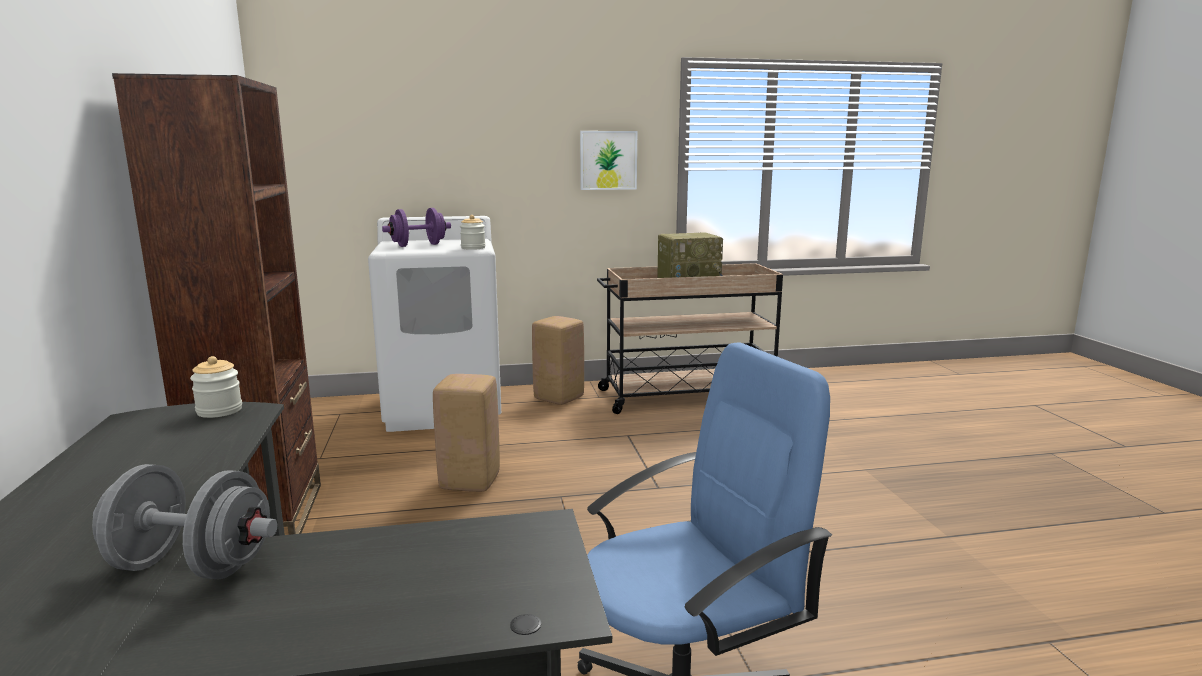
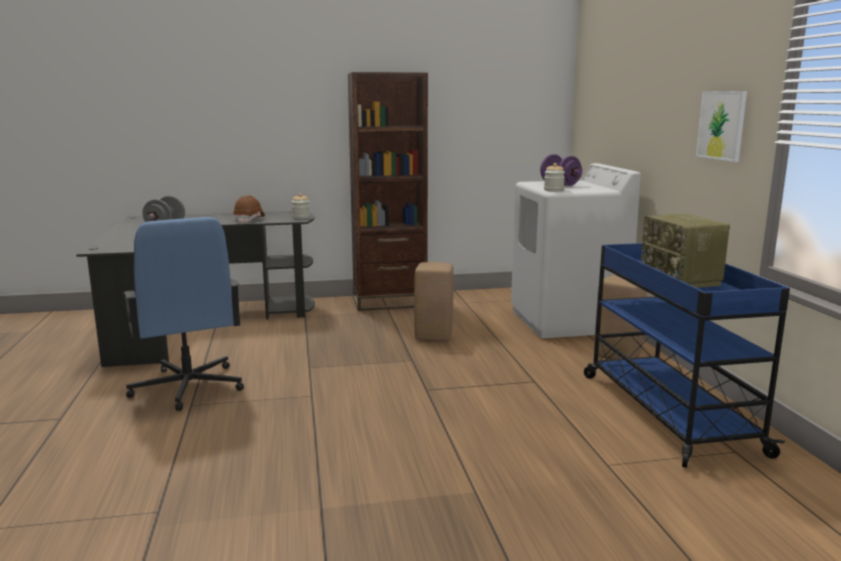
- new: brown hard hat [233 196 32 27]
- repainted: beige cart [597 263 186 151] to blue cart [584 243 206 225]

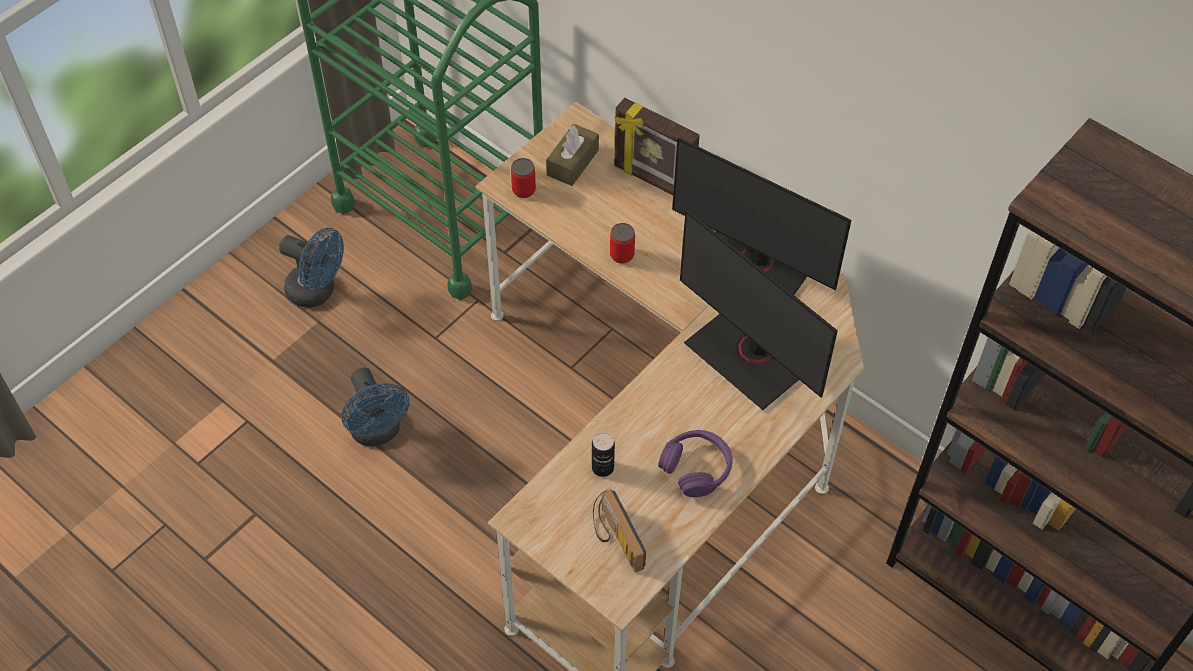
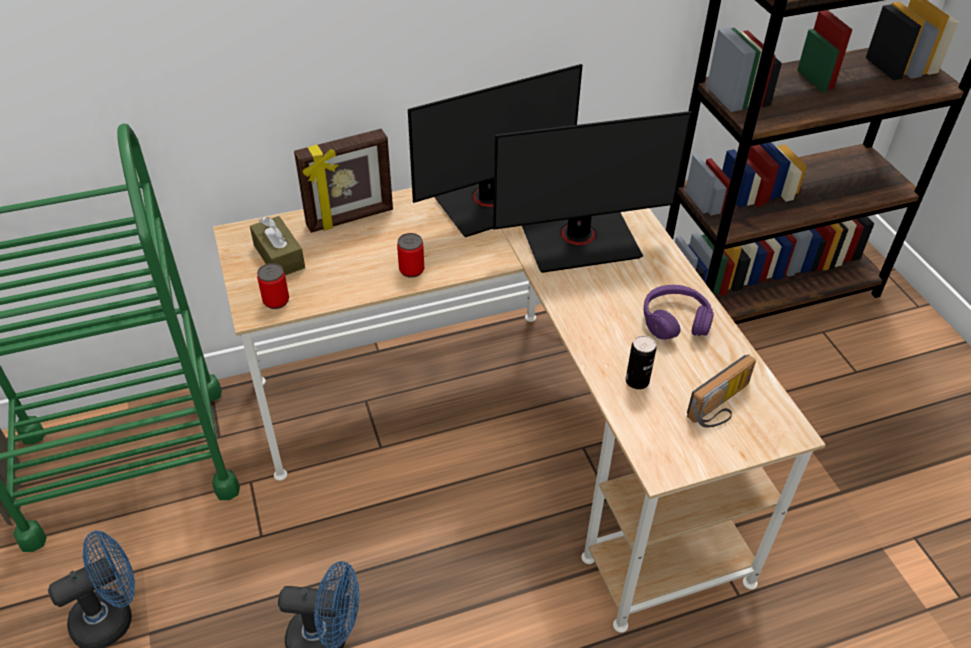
- rotated: radio [593 489 53 83] = [687 354 69 74] 45 degrees counterclockwise

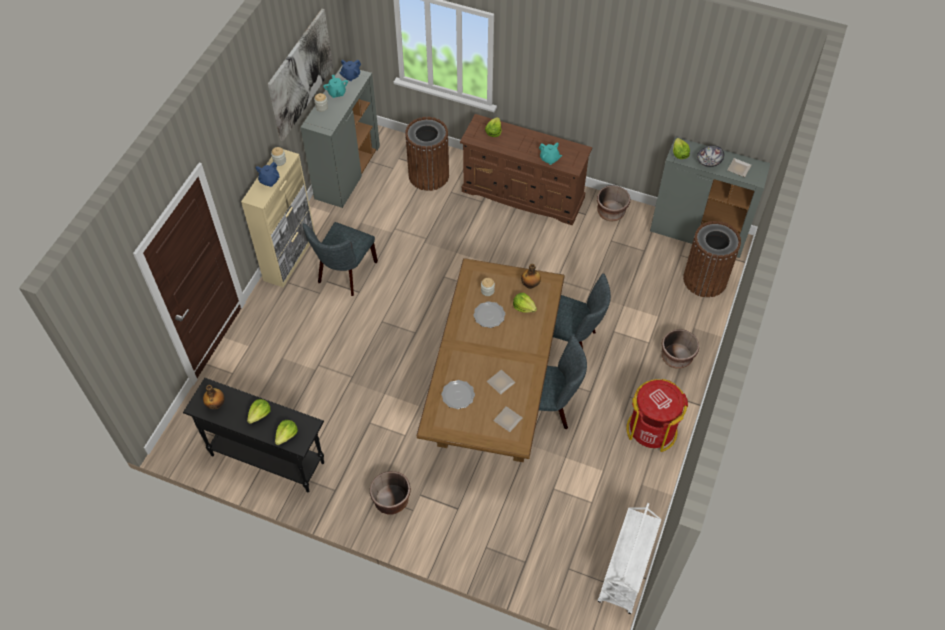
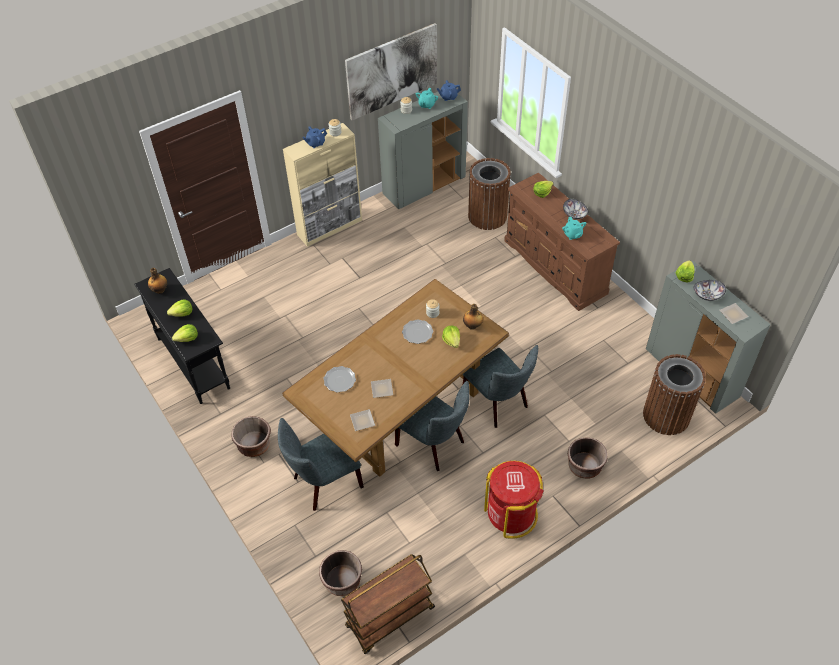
- new: bowl [563 199 25 20]
- shifted: grey chair [303 222 75 74] to [278 418 86 93]
- shifted: brown planter [597 185 33 36] to [319 550 43 46]
- repainted: white cart [598 503 63 111] to brown cart [341 554 94 100]

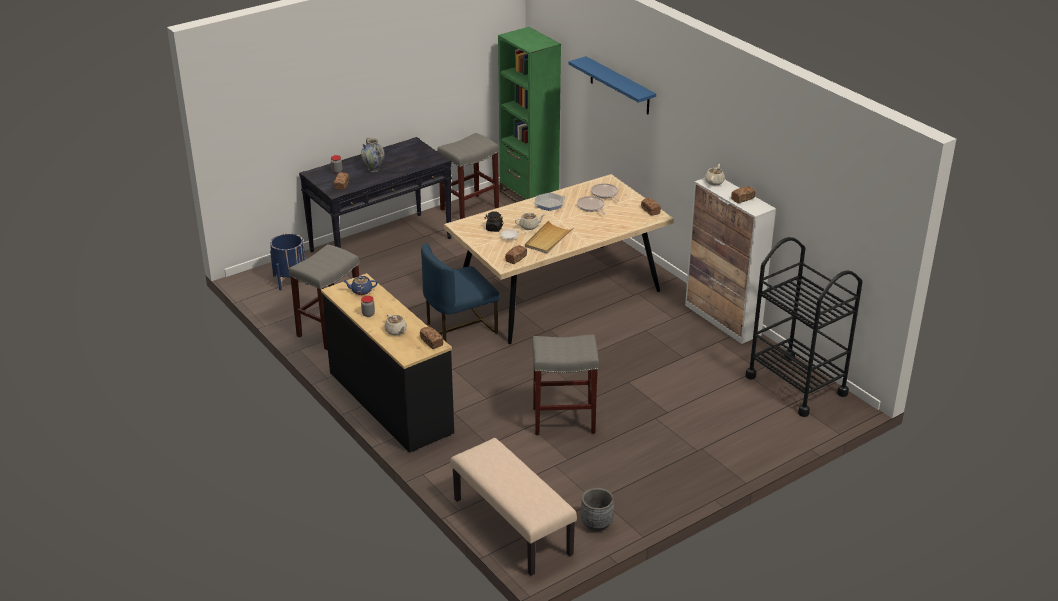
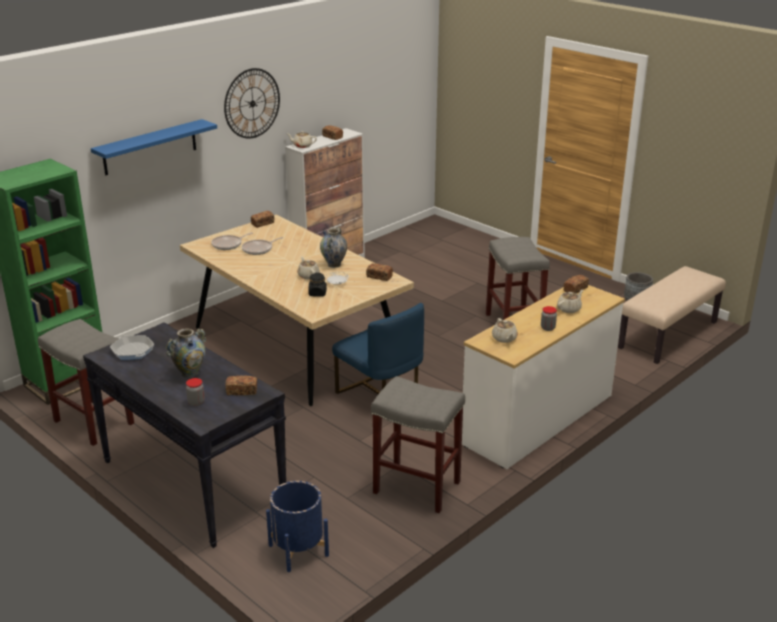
- gone: black cart [745 237 118 180]
- new: wall clock [224 68 56 71]
- shifted: frying pan [533 193 33 18] to [110 335 44 25]
- swapped: beige tray [525 221 48 33] to vase [320 227 27 41]
- repainted: black dresser [321 273 133 180] to white dresser [462 285 163 184]
- repainted: blue teapot [343 276 35 19] to beige teapot [492 318 26 25]

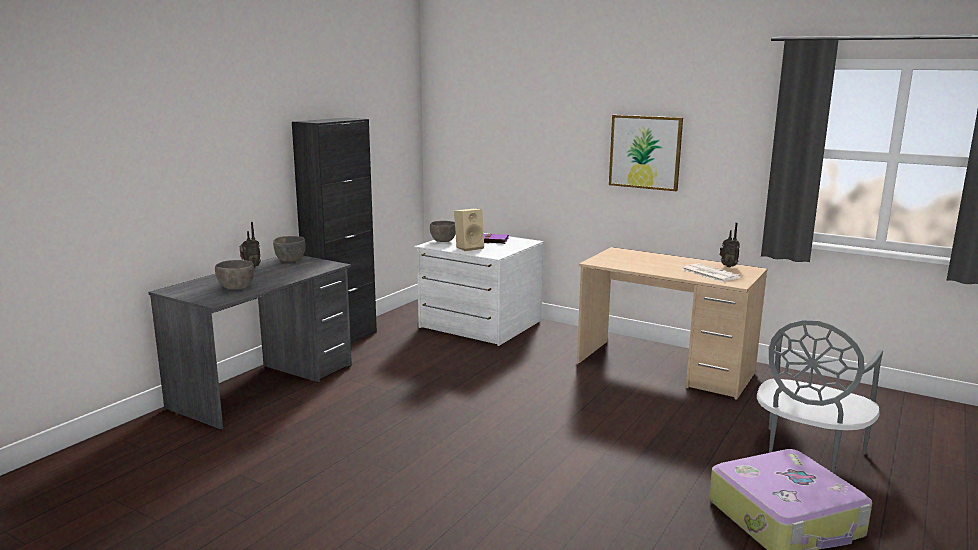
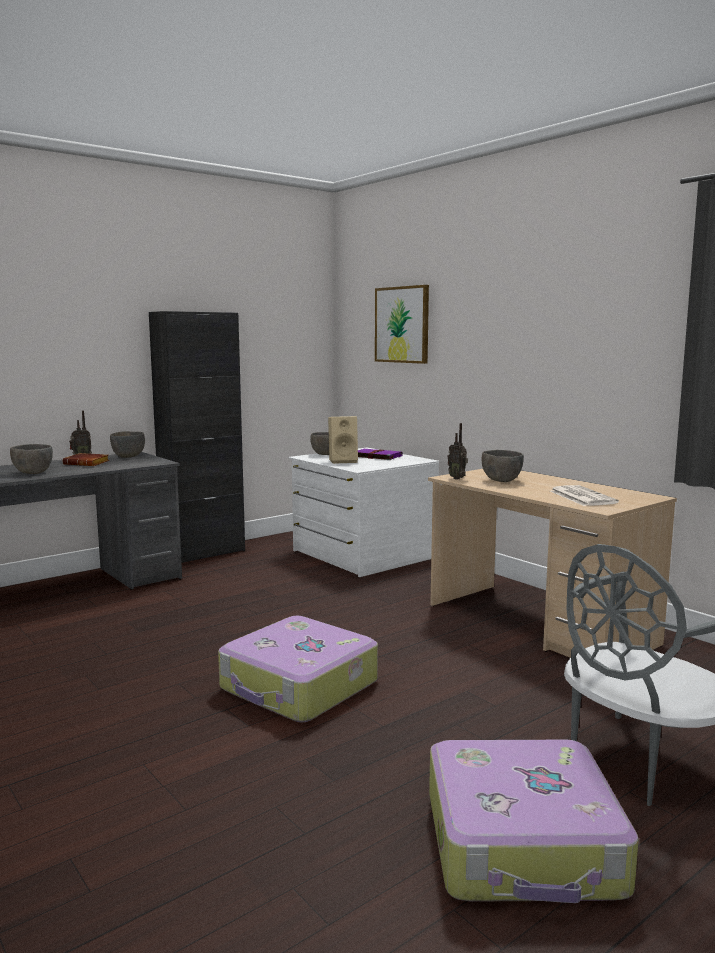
- new: brown book [62 453 47 13]
- new: suitcase [218 616 160 106]
- new: grey bowl [482 450 42 32]
- shifted: picture [609 115 74 76] to [375 285 54 79]
- shifted: radio [719 222 21 45] to [448 423 20 57]

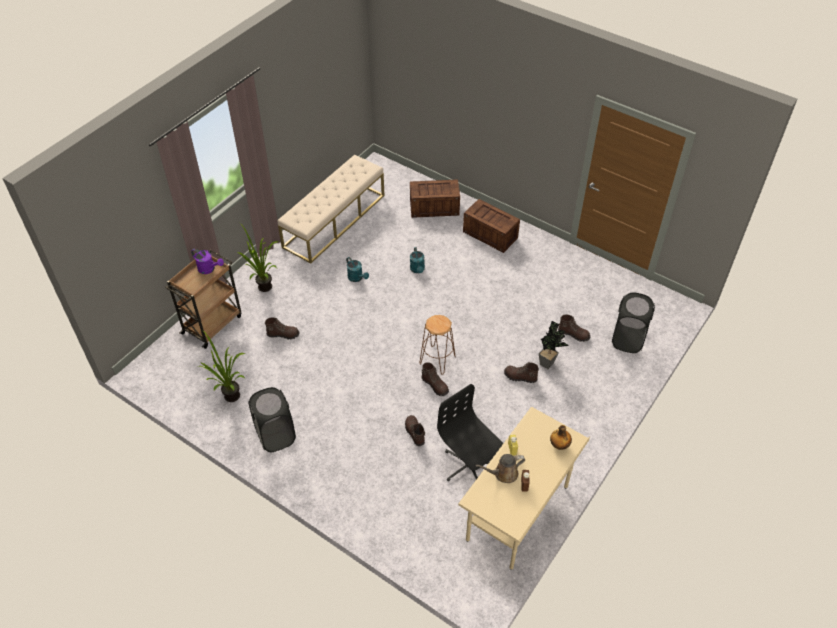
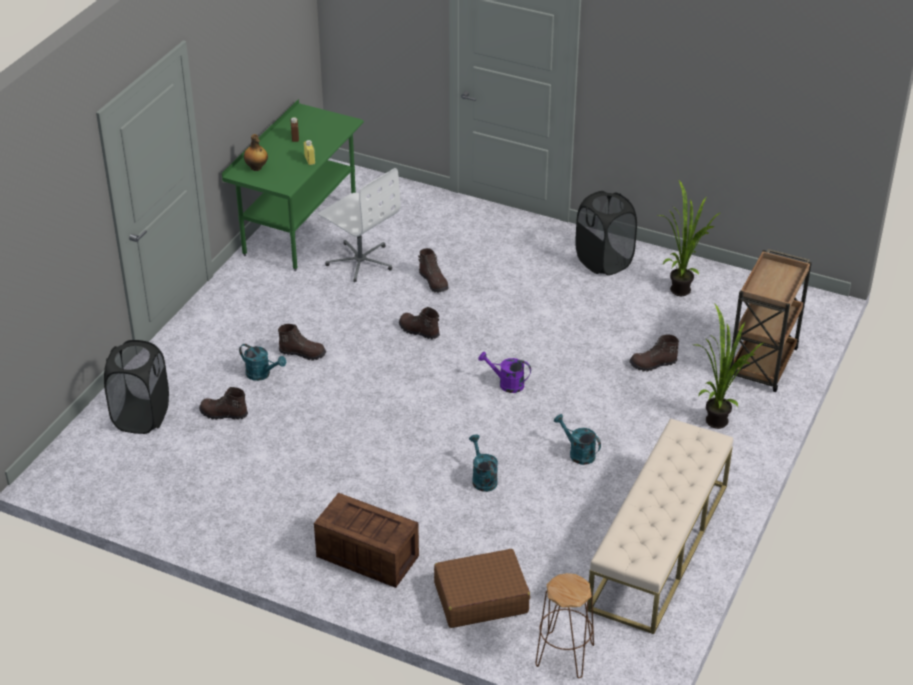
- gone: brown watering can [476 454 49 29]
- shifted: purple watering can [191 249 33 25] to [478 352 53 41]
- shifted: brown stool [419 315 37 60] to [535 573 59 105]
- swapped: crate [410 179 50 39] to brown suitcase [434 549 96 79]
- swapped: potted plant [539 321 29 48] to turquoise watering can [239 344 47 37]
- repainted: black office chair [437 384 67 97] to white office chair [318 168 83 114]
- repainted: beige desk [458 407 132 163] to green desk [222 99 142 172]

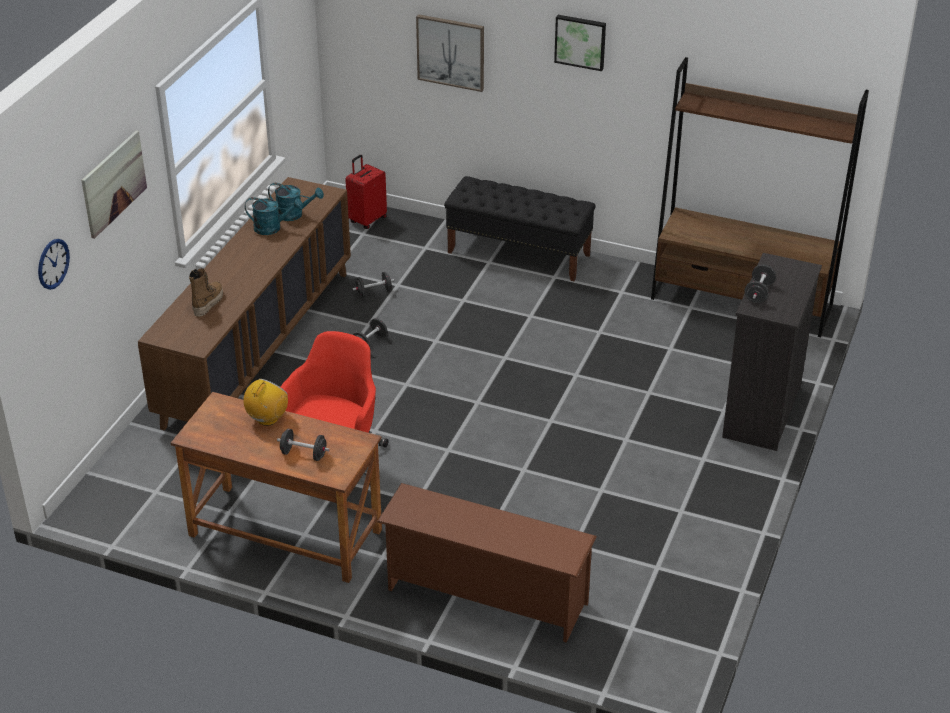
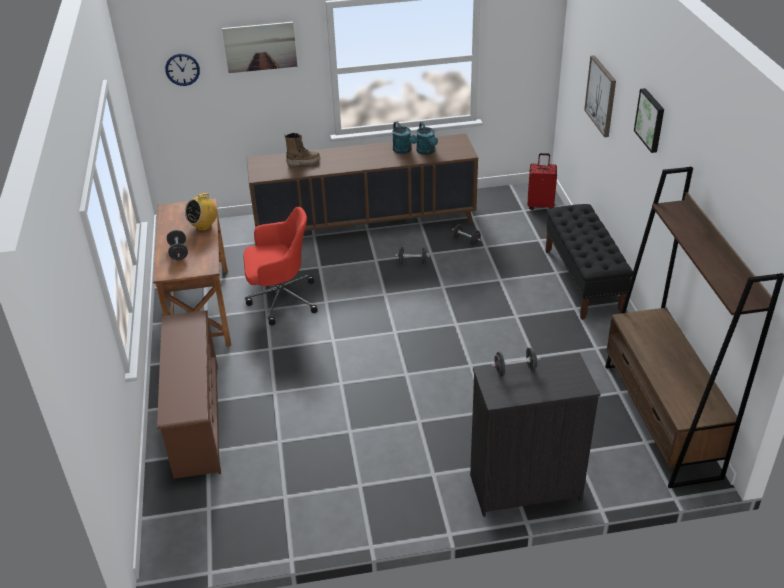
- rotated: radio [243 379 45 47] = [185 191 32 40] 135 degrees clockwise

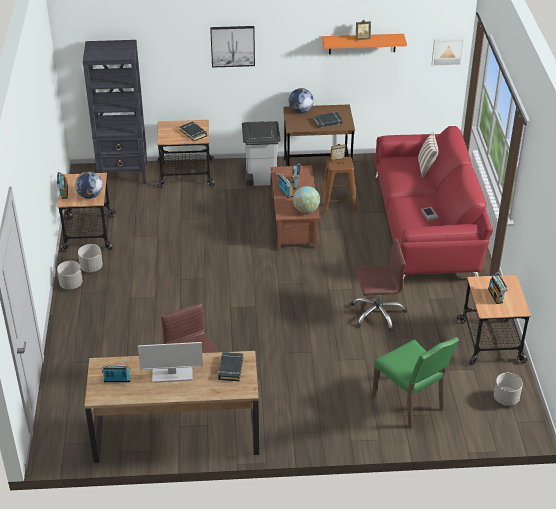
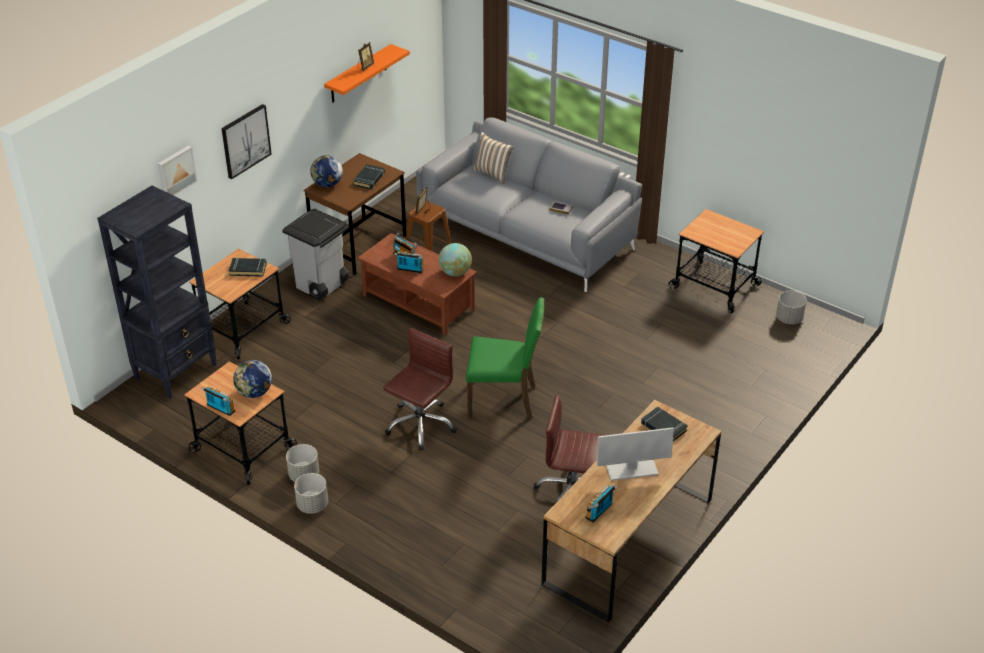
- gone: radio [488 272 20 32]
- shifted: brown office chair [350 238 57 94] to [383 328 74 122]
- shifted: green chair [372 337 87 92] to [466 297 79 122]
- shifted: picture [431 38 33 29] to [158 145 40 51]
- repainted: red sofa [375 126 118 151] to grey sofa [416 117 226 175]
- rotated: monitor [138 342 65 41] = [597 427 77 54] 45 degrees clockwise

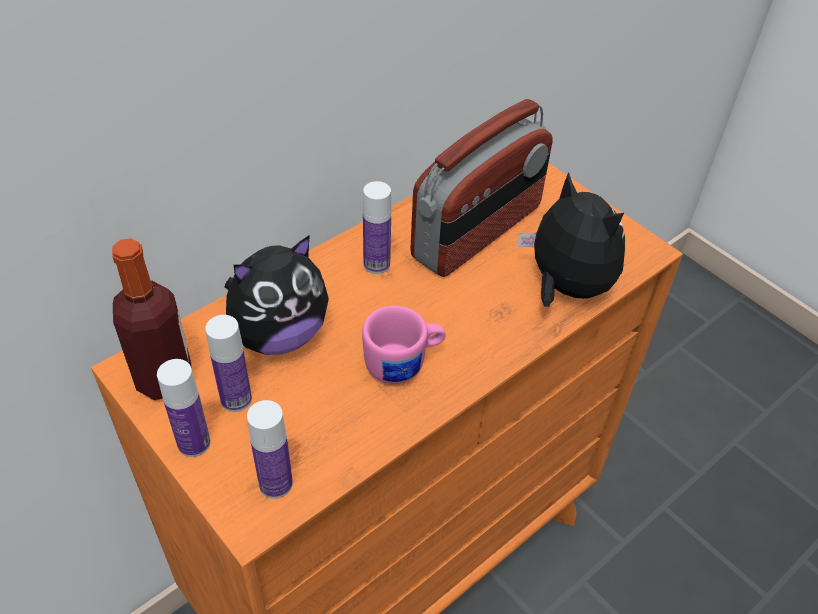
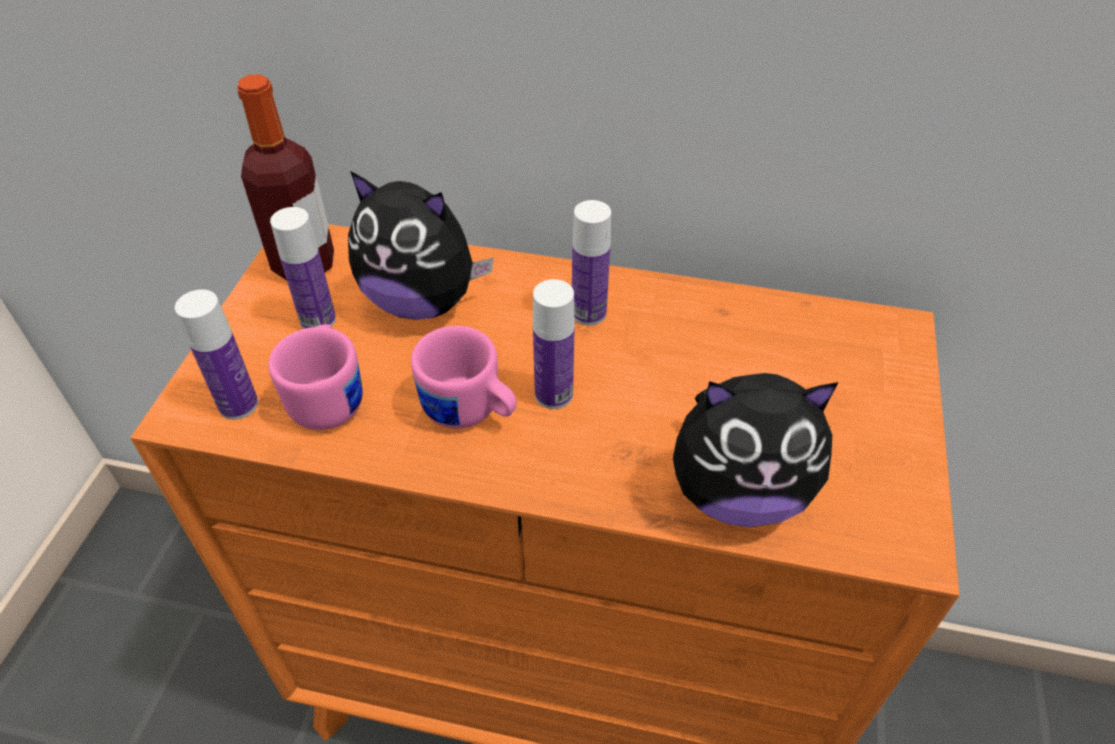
- gone: radio [411 99 142 178]
- new: pink mug [268 324 94 106]
- shifted: bottle [157 359 53 98] to [533 279 42 130]
- rotated: plush toy [518 172 108 135] = [673 373 166 154] 75 degrees clockwise

